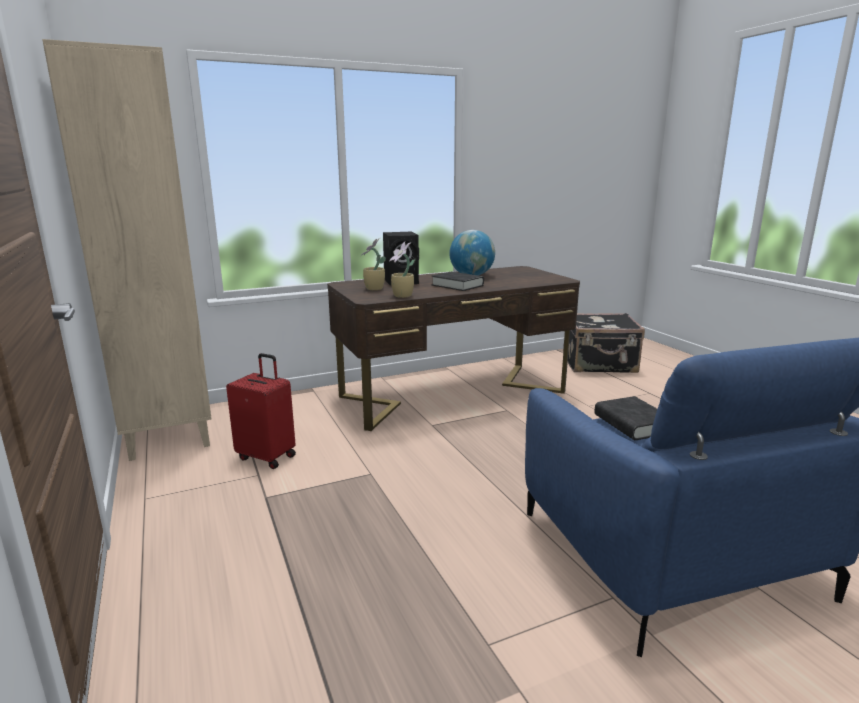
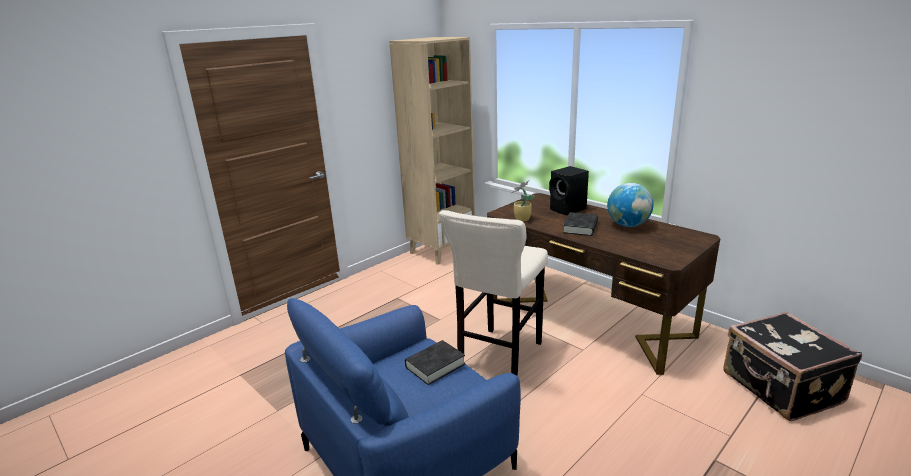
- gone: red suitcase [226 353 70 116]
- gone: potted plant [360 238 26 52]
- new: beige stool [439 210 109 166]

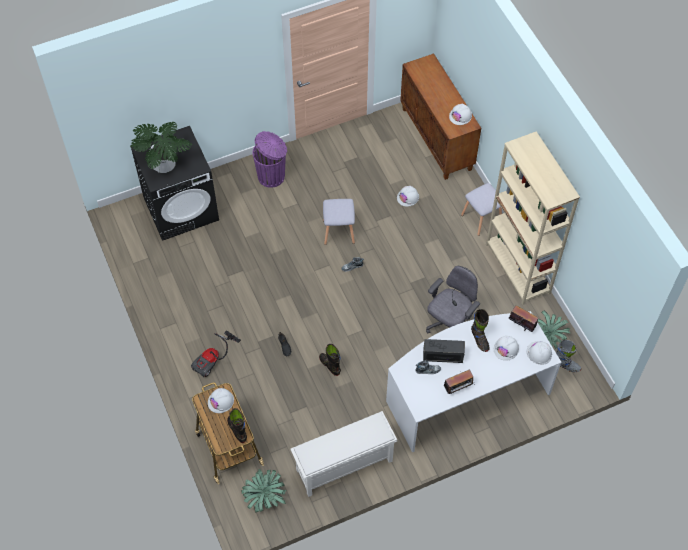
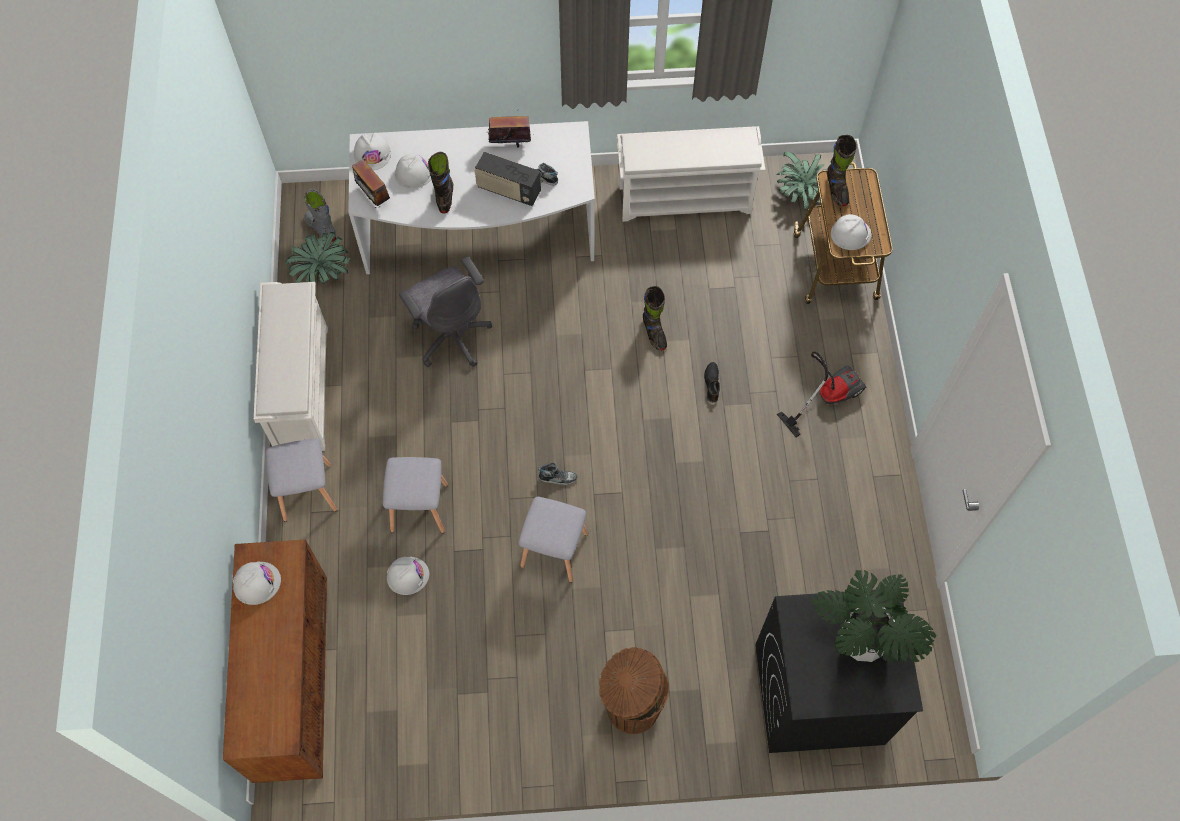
- new: grey stool [383 457 65 76]
- swapped: beige bookcase [486 132 94 173] to white shoe rack [254 282 74 169]
- repainted: purple trash can [253 131 34 57] to brown trash can [599 647 70 87]
- rotated: grey office chair [426 266 54 68] = [399 257 93 110] 90 degrees counterclockwise

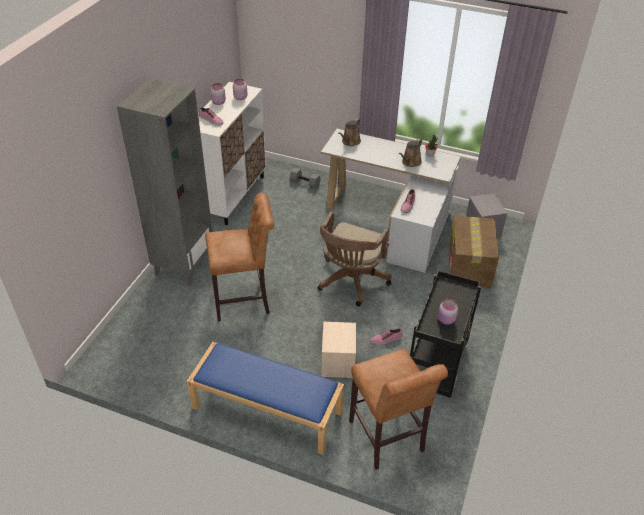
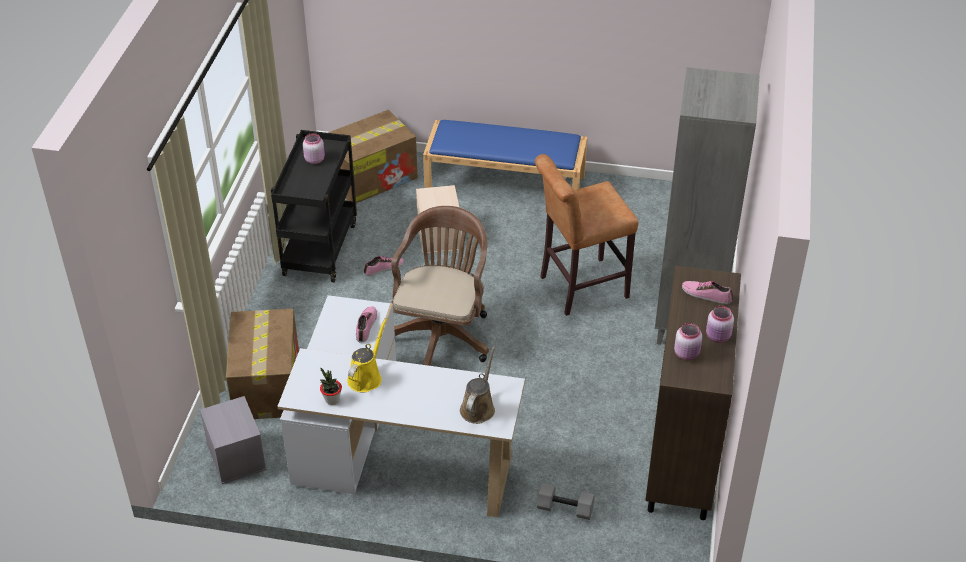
- swapped: brown stool [349 349 99 121] to cardboard box [328 110 90 93]
- repainted: white cabinet [198 82 68 143] to brown cabinet [645 266 96 254]
- repainted: brown watering can [398 139 24 28] to yellow watering can [347 318 40 74]

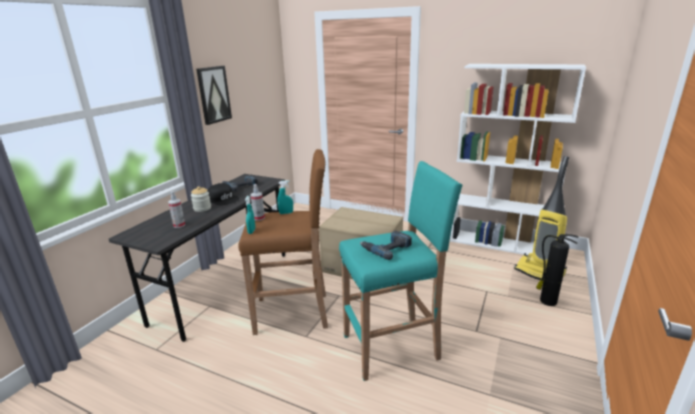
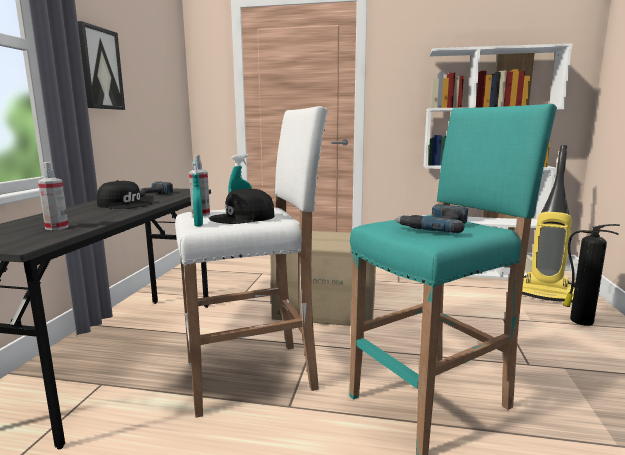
- gone: jar [191 186 20 26]
- new: black cap [209 188 65 36]
- repainted: brown stool [238 149 90 186] to white stool [175 106 153 312]

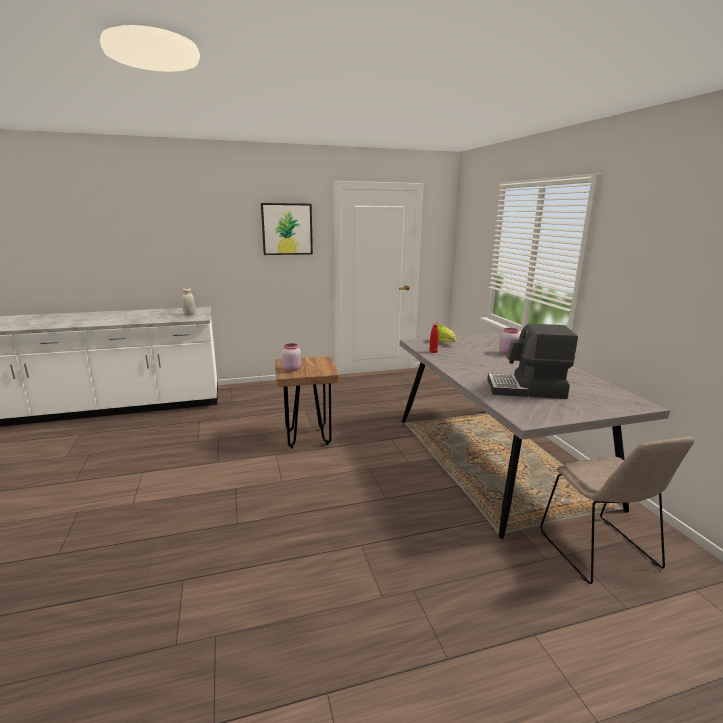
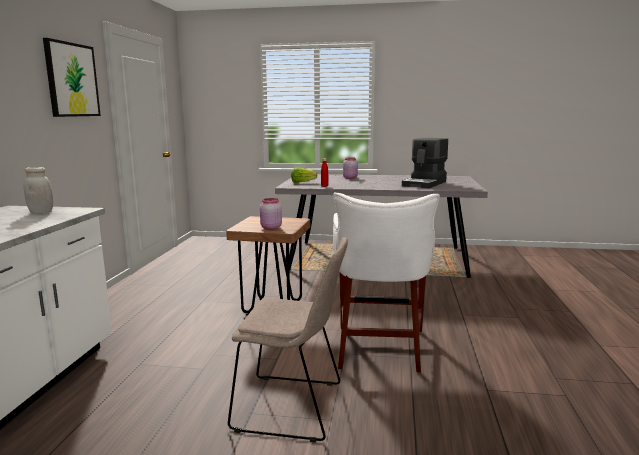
- new: white stool [333 193 107 180]
- shifted: beige chair [540 437 154 147] to [228 237 120 206]

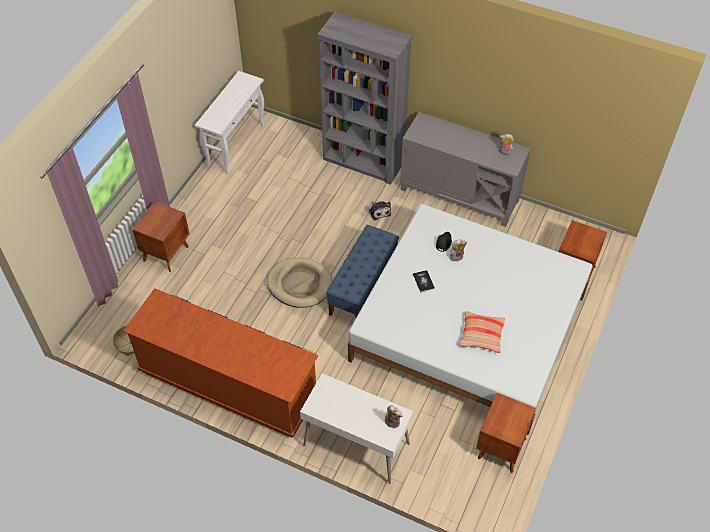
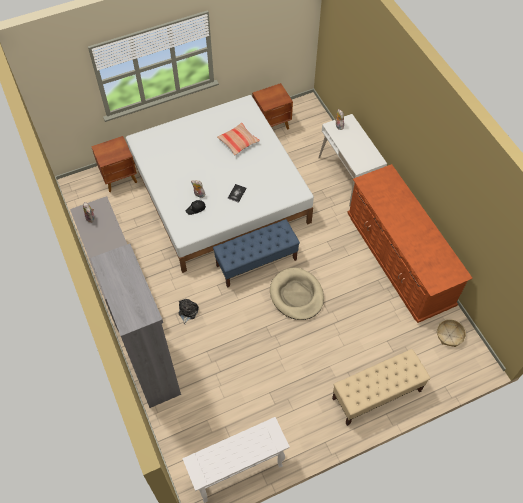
- swapped: brown nightstand [132 201 58 71] to beige bench [332 349 99 77]

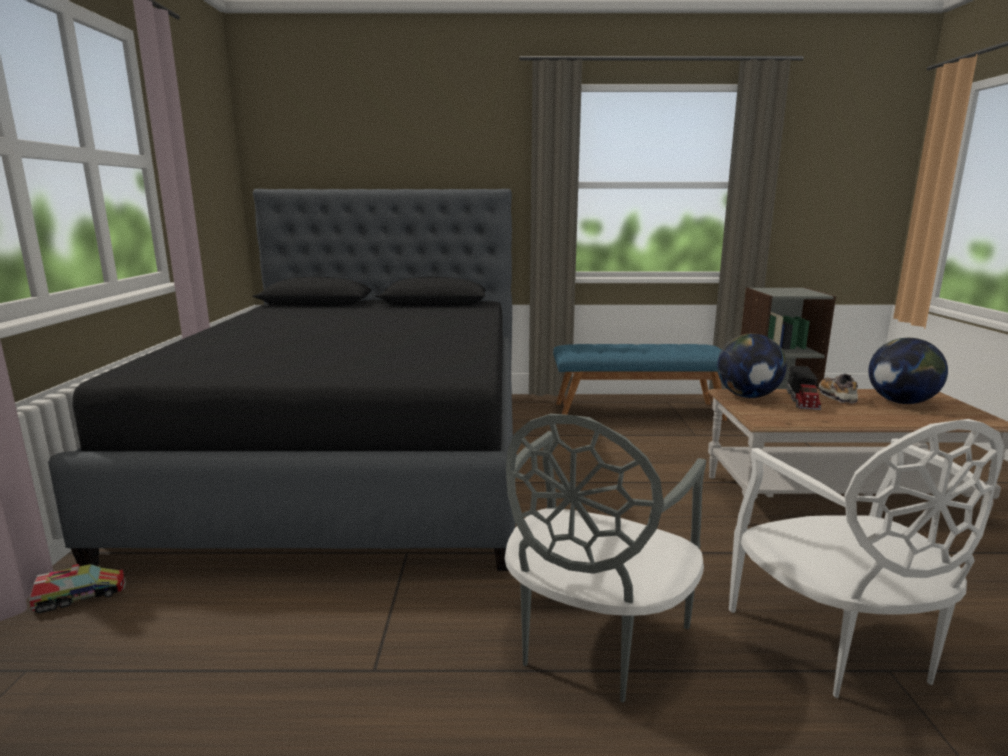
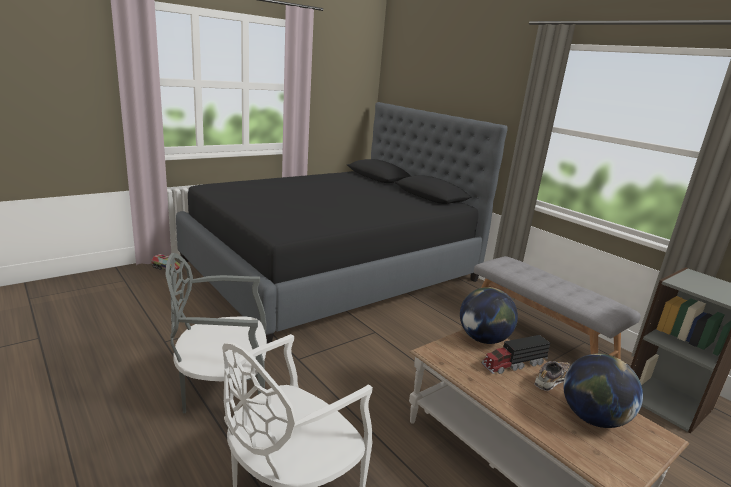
- repainted: blue bench [553 344 174 77] to grey bench [474 256 167 103]

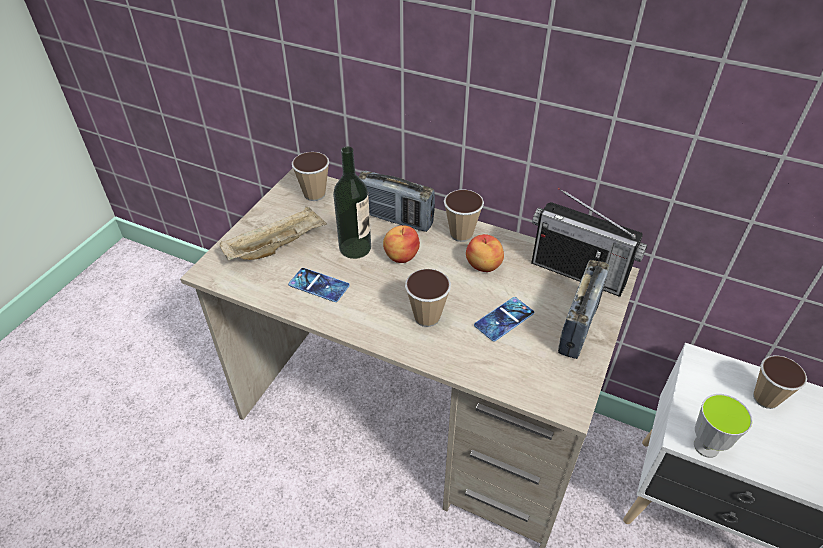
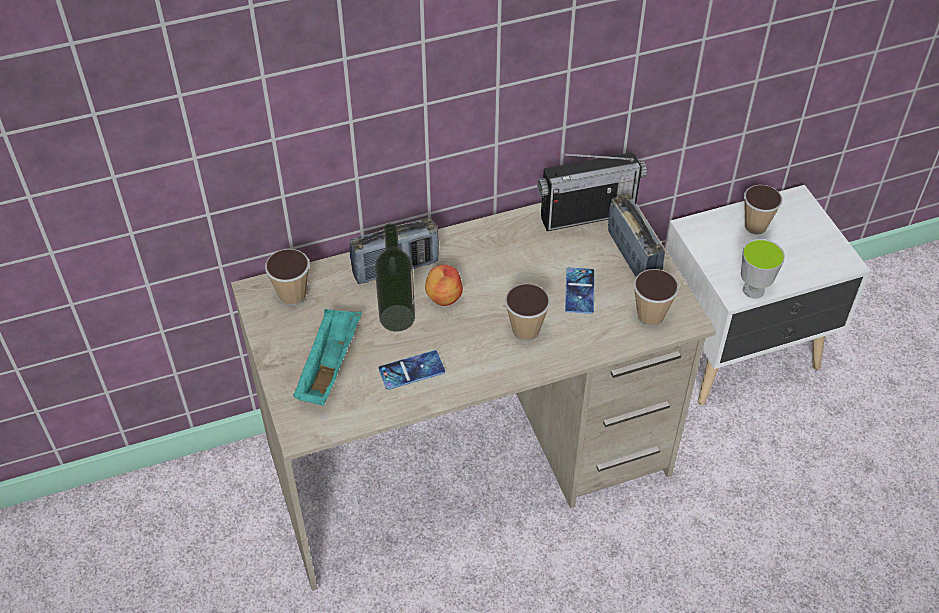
- gone: apple [466 234 38 38]
- shifted: cup [444 189 40 53] to [633 269 46 58]
- repainted: beige tray [220 206 107 54] to turquoise tray [293 309 69 96]

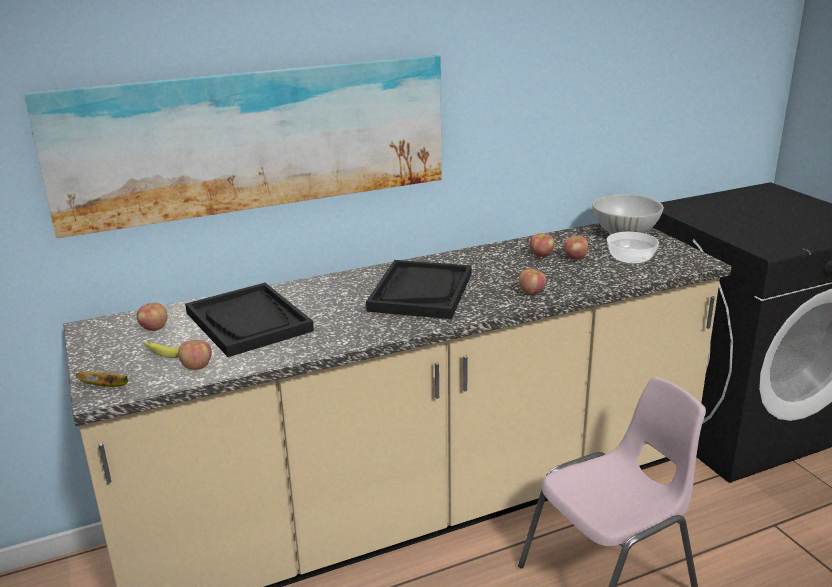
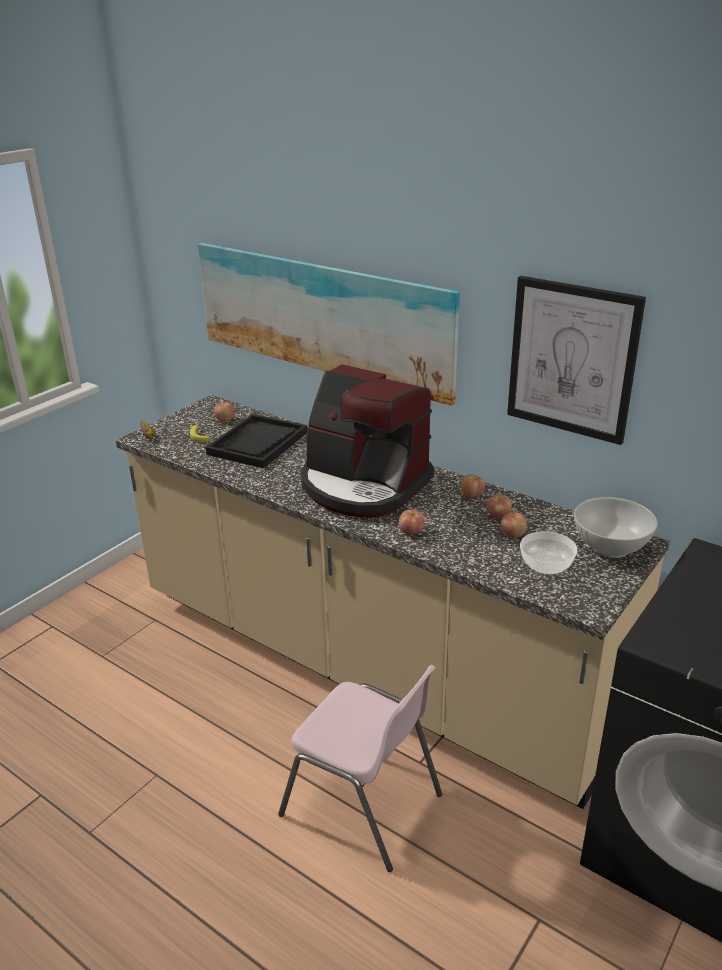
- new: picture [507 276 139 169]
- shifted: apple [178 340 33 30] to [461 474 24 24]
- swapped: black tray [366 260 105 59] to coffee machine [301 364 133 154]

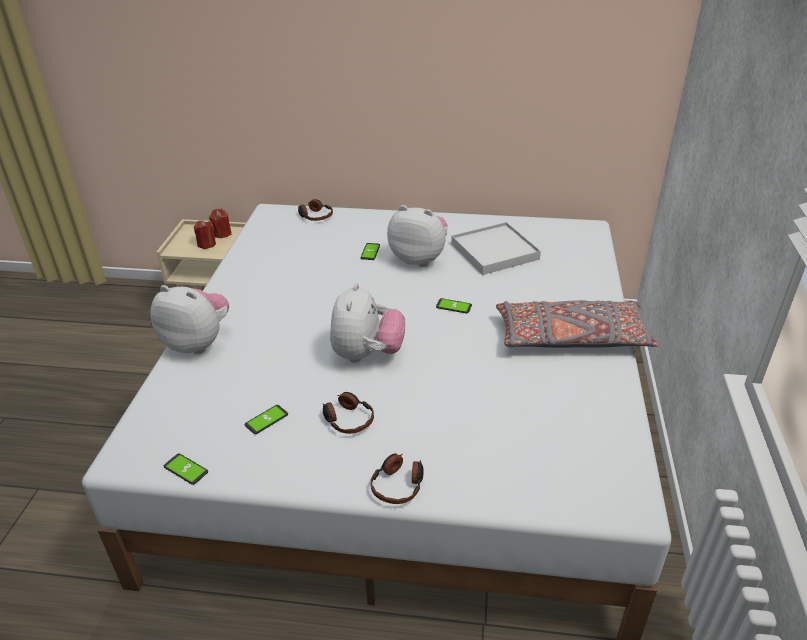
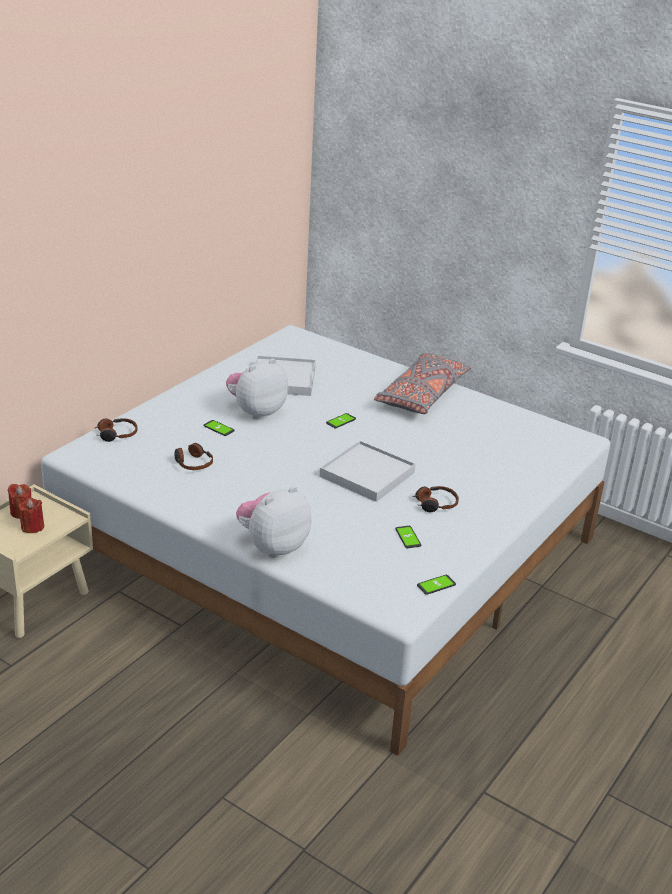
- shifted: headphones [371 453 53 51] to [174 443 39 27]
- swapped: plush toy [330 283 75 80] to white tray [320 441 96 61]

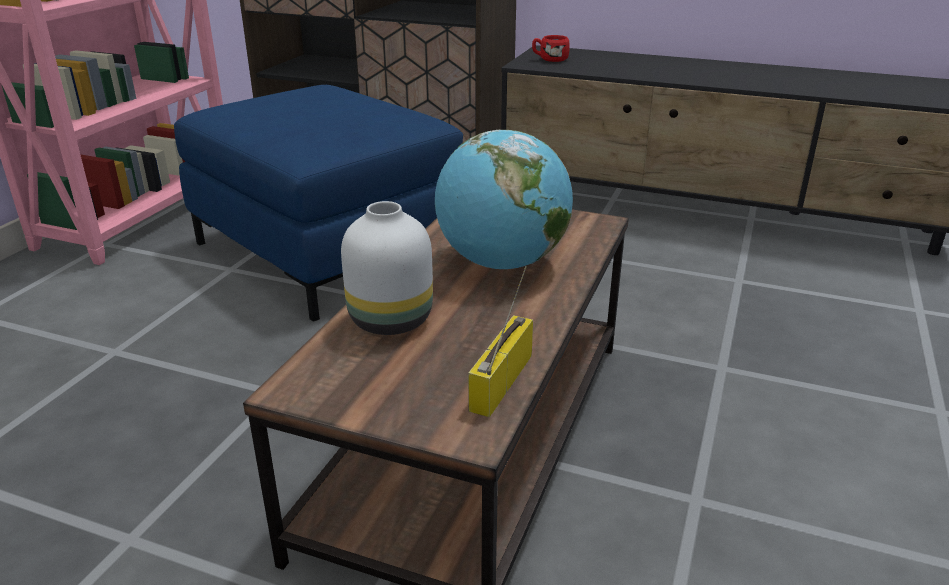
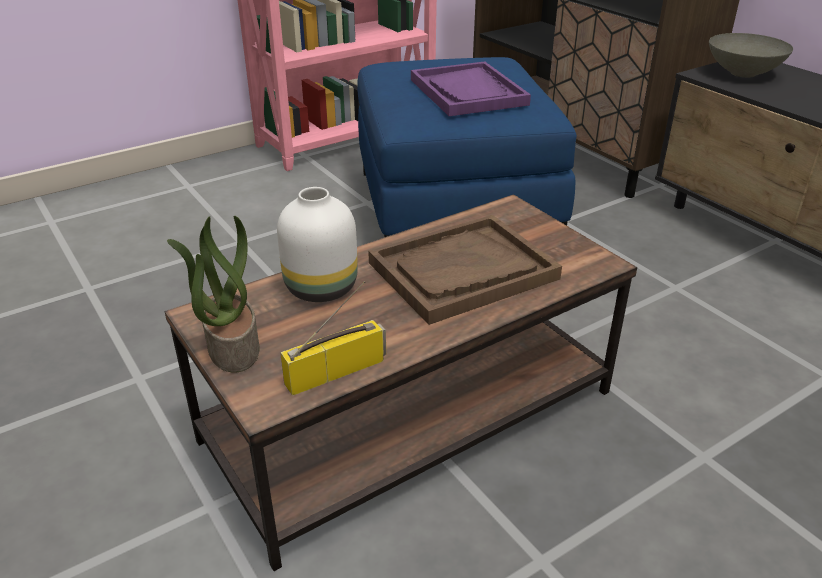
- new: potted plant [167 216 93 156]
- new: purple tray [411 62 120 54]
- swapped: globe [435 130 138 139] to brown tray [368 215 194 110]
- swapped: red mug [532 35 38 27] to grey bowl [709 33 84 45]

